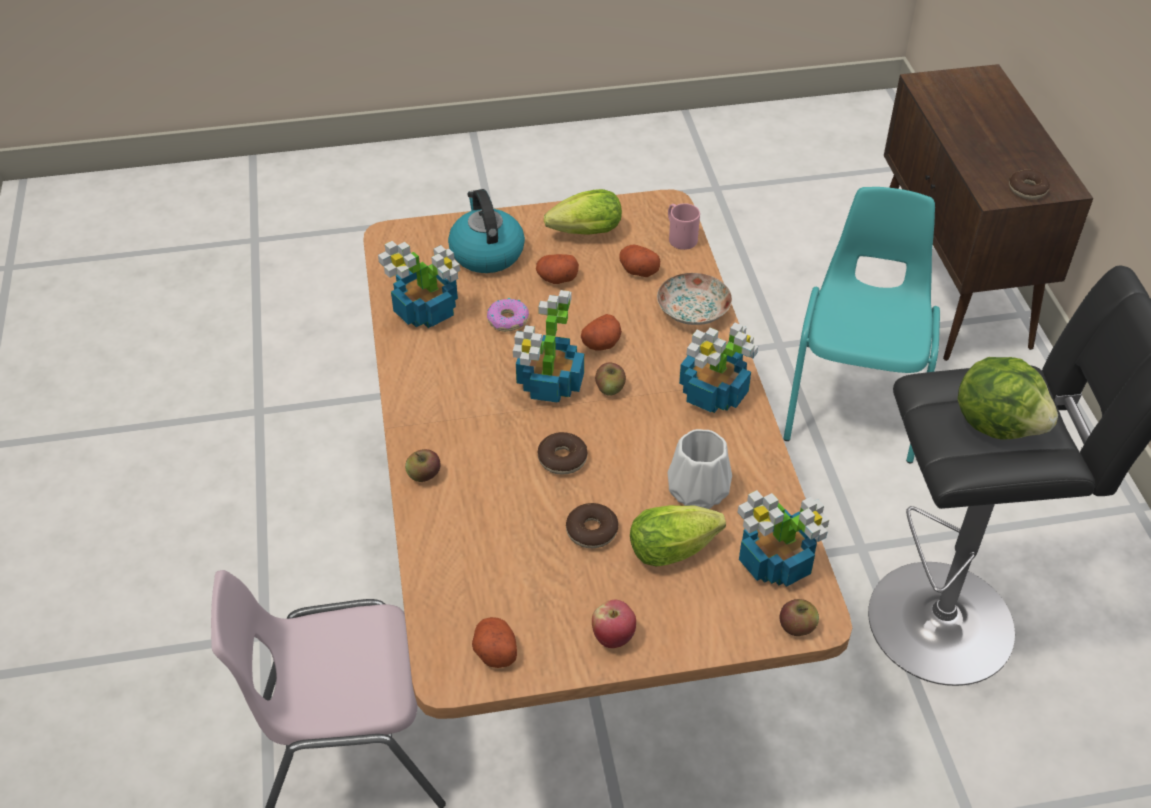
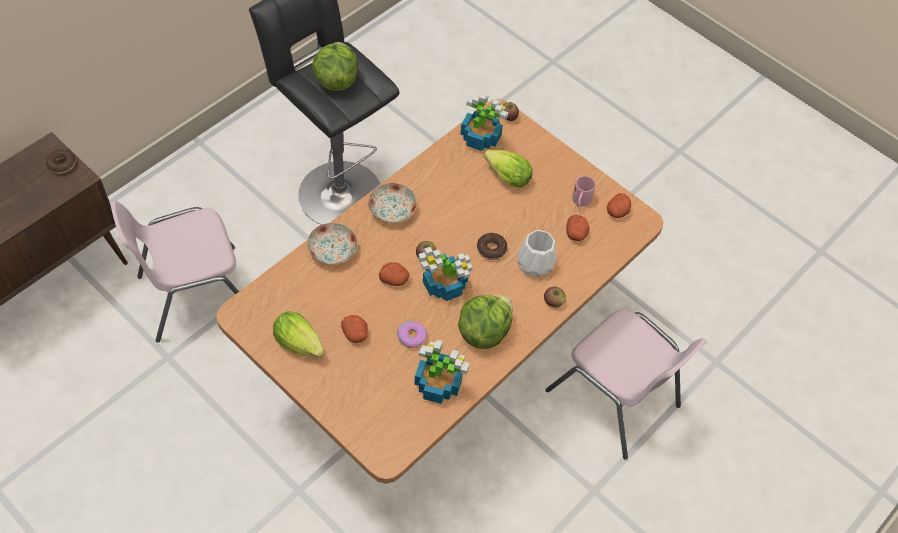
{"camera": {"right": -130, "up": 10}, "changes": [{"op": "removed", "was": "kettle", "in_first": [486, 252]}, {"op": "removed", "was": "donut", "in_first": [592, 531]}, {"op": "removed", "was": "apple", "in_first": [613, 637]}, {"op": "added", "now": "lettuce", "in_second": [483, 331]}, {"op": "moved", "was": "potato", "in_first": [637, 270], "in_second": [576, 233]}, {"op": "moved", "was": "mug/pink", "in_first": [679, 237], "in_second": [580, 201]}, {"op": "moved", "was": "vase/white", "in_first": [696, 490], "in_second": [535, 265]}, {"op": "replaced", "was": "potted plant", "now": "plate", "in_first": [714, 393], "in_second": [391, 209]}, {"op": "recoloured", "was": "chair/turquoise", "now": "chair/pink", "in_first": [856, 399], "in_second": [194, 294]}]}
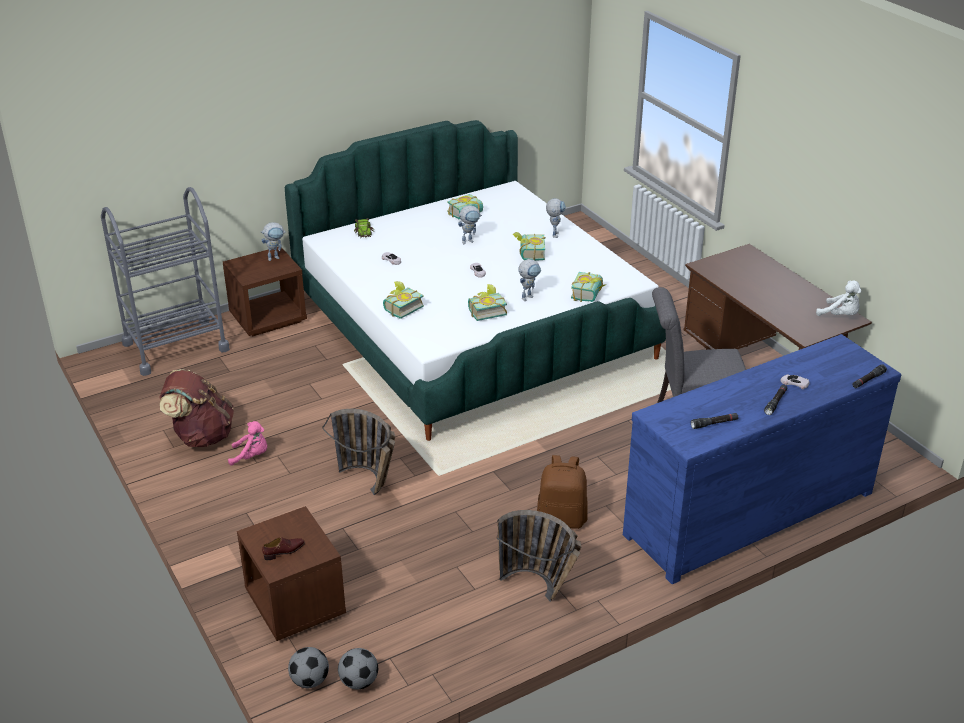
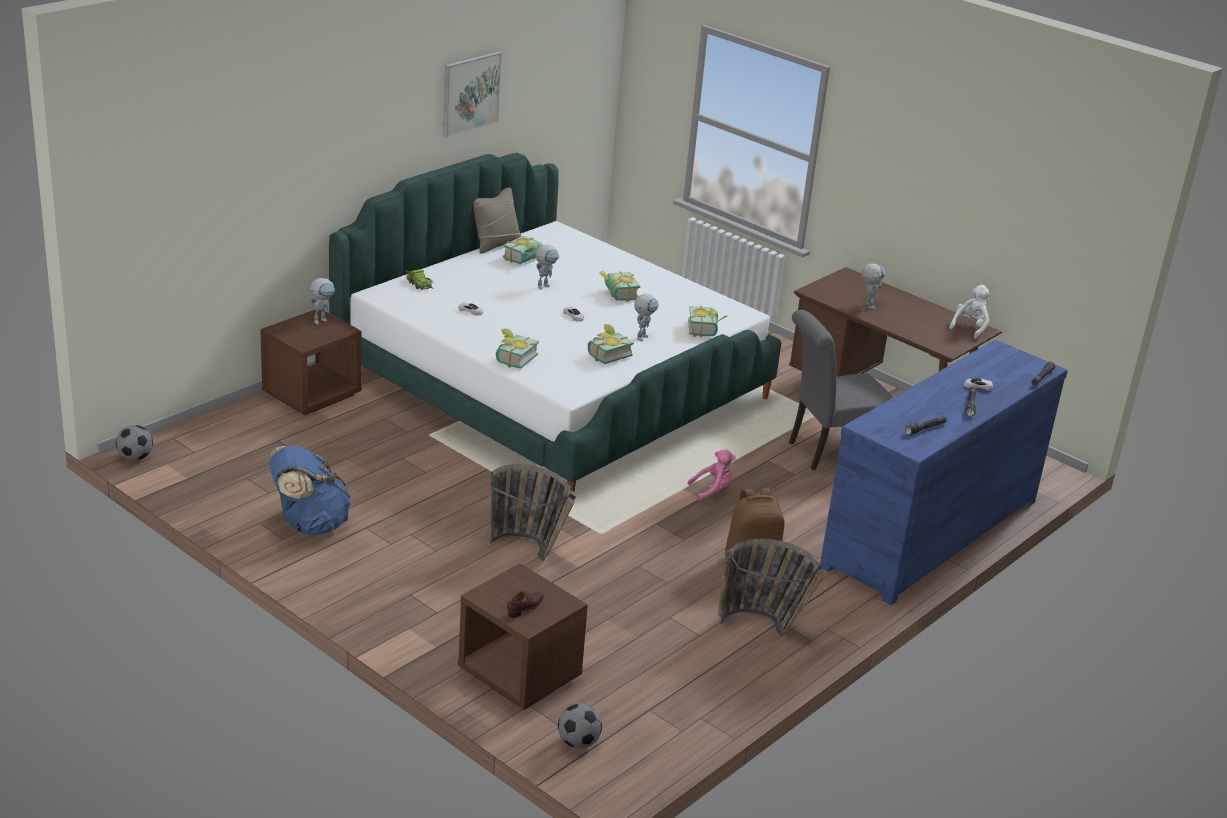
{"camera": {"right": -20, "up": -5}, "changes": [{"op": "removed", "was": "cart/grey", "in_first": [175, 346]}, {"op": "added", "now": "picture", "in_second": [470, 93]}, {"op": "added", "now": "pillow/beige", "in_second": [495, 243]}, {"op": "moved", "was": "plush toy/pink", "in_first": [251, 456], "in_second": [712, 491]}, {"op": "moved", "was": "football", "in_first": [359, 682], "in_second": [135, 458]}, {"op": "moved", "was": "toy robot", "in_first": [554, 233], "in_second": [867, 304]}, {"op": "recoloured", "was": "backpack/brown", "now": "backpack/blue", "in_first": [201, 436], "in_second": [309, 524]}, {"op": "turned", "was": "plush toy/white", "in_first": [840, 315], "in_second": [970, 327], "clockwise": -75}]}
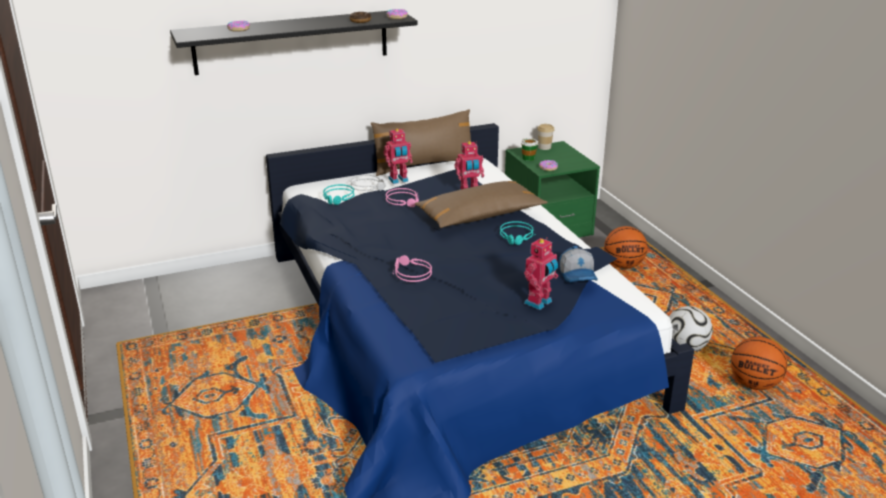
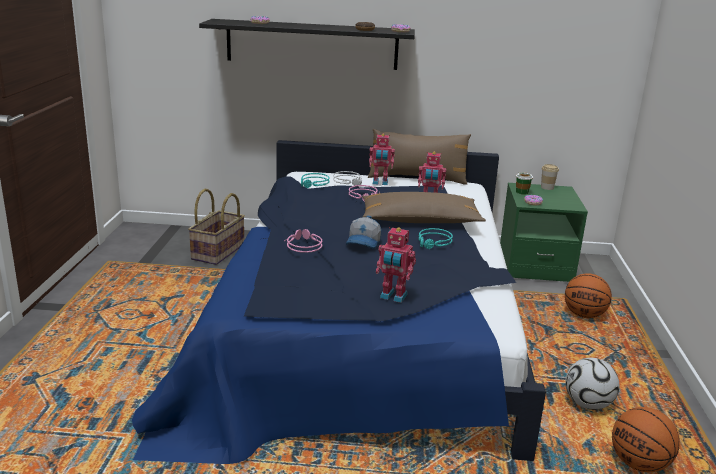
{"camera": {"right": 25, "up": -5}, "changes": [{"op": "added", "now": "basket", "in_second": [219, 252]}, {"op": "moved", "was": "cap", "in_first": [578, 275], "in_second": [364, 242]}, {"op": "turned", "was": "toy robot", "in_first": [539, 303], "in_second": [393, 297], "clockwise": 45}]}
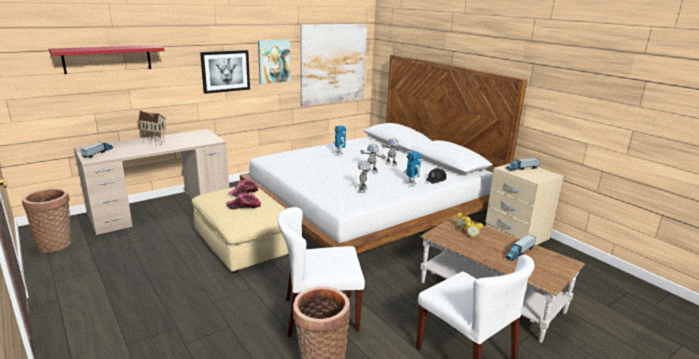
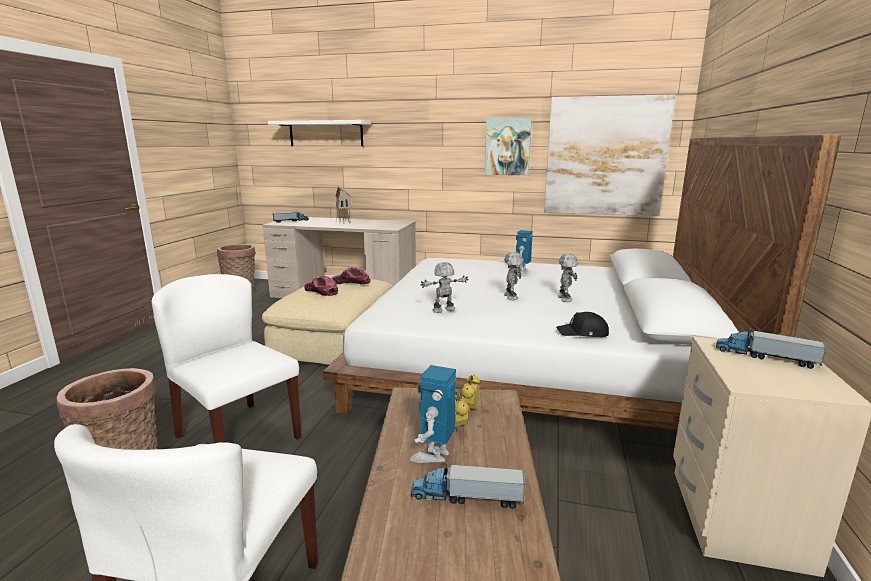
{"camera": {"right": 50, "up": -5}, "changes": [{"op": "removed", "was": "picture", "in_first": [225, 71]}, {"op": "moved", "was": "toy robot", "in_first": [410, 184], "in_second": [433, 454]}, {"op": "recoloured", "was": "shelf/red", "now": "shelf/white", "in_first": [107, 59], "in_second": [326, 133]}]}
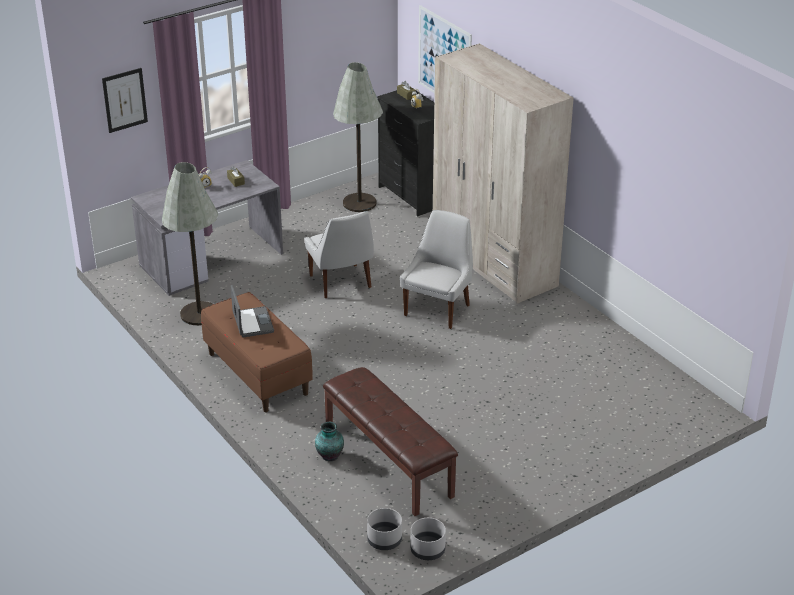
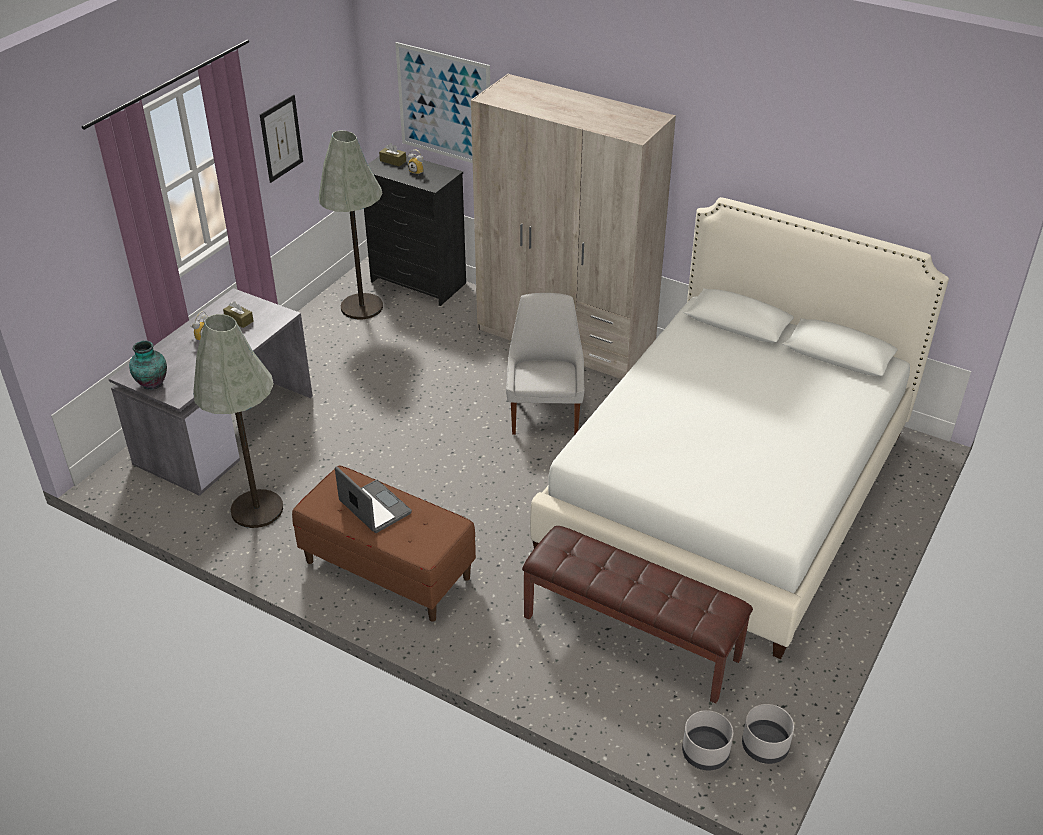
{"camera": {"right": -25, "up": 5}, "changes": [{"op": "removed", "was": "chair/white", "in_first": [341, 283]}, {"op": "added", "now": "bed/white", "in_second": [729, 490]}, {"op": "moved", "was": "picture", "in_first": [124, 100], "in_second": [281, 138]}, {"op": "moved", "was": "vase", "in_first": [329, 455], "in_second": [152, 383]}]}
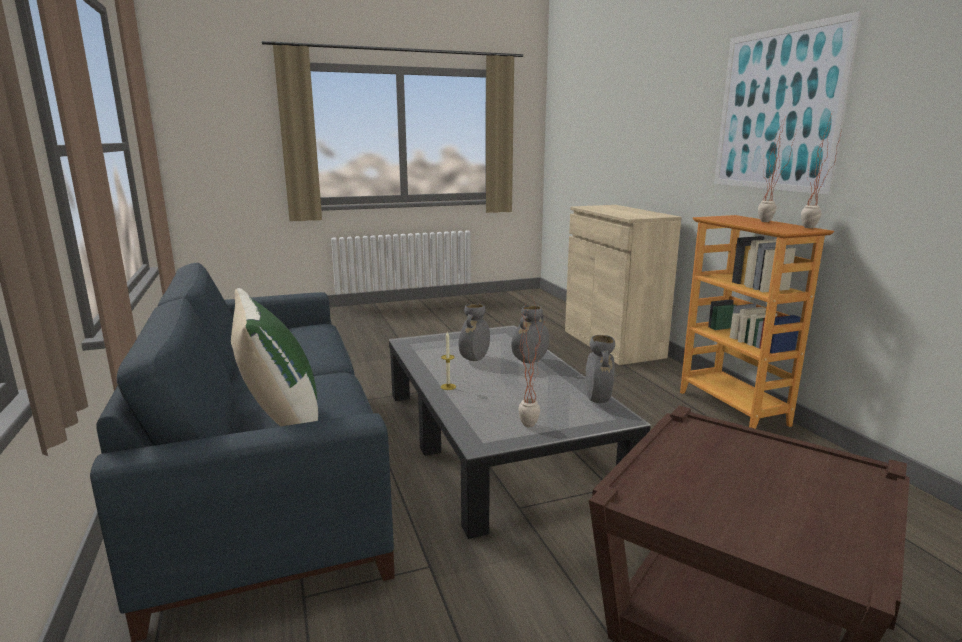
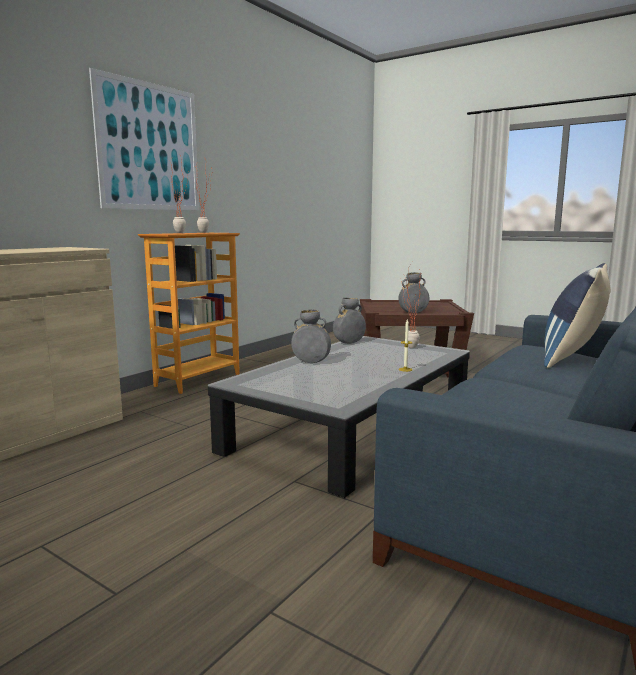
{"camera": {"right": -125, "up": -5}, "changes": [{"op": "moved", "was": "vase/grey", "in_first": [474, 359], "in_second": [413, 313]}, {"op": "recoloured", "was": "pillow/green", "now": "pillow/blue", "in_first": [280, 422], "in_second": [572, 358]}]}
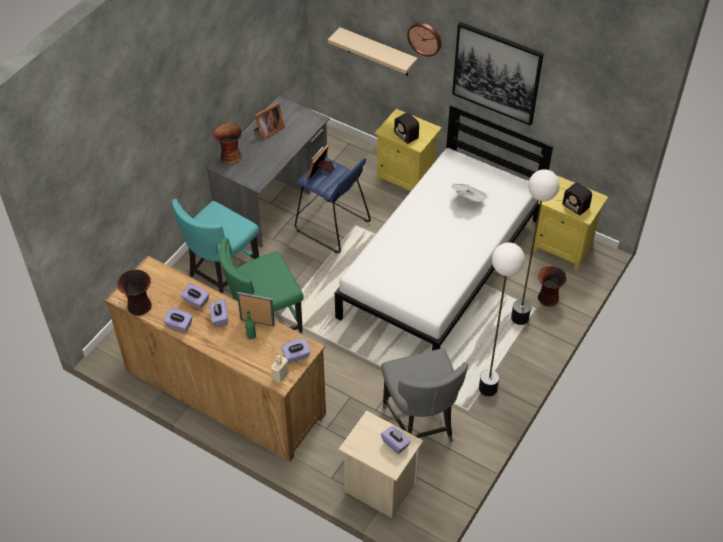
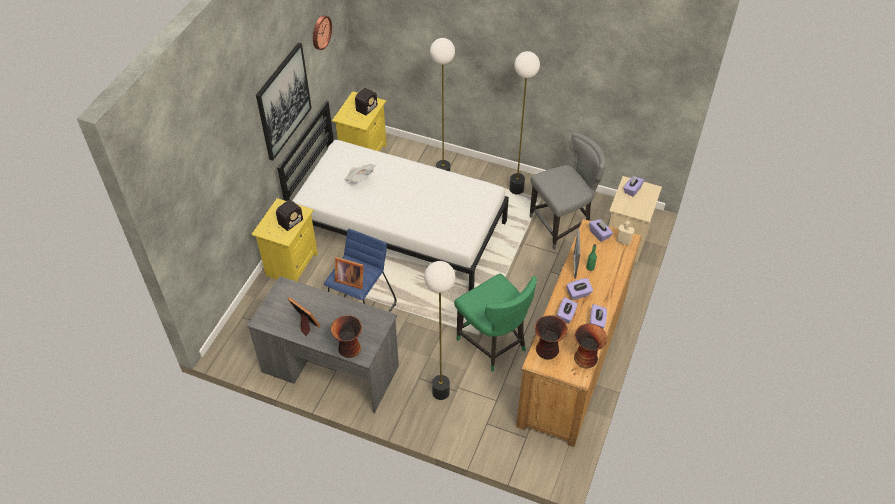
{"camera": {"right": -100, "up": 0}, "changes": [{"op": "removed", "was": "shelf/beige", "in_first": [378, 52]}, {"op": "moved", "was": "wall clock", "in_first": [425, 38], "in_second": [320, 32]}, {"op": "moved", "was": "vase", "in_first": [547, 298], "in_second": [548, 350]}, {"op": "replaced", "was": "chair/turquoise", "now": "floor lamp", "in_first": [221, 275], "in_second": [441, 392]}]}
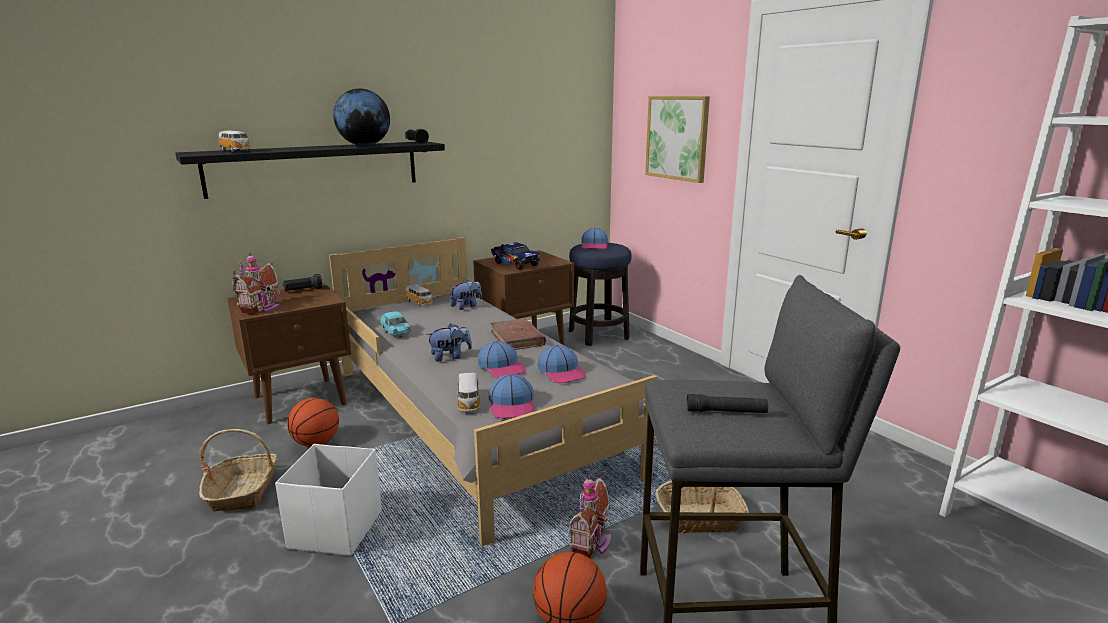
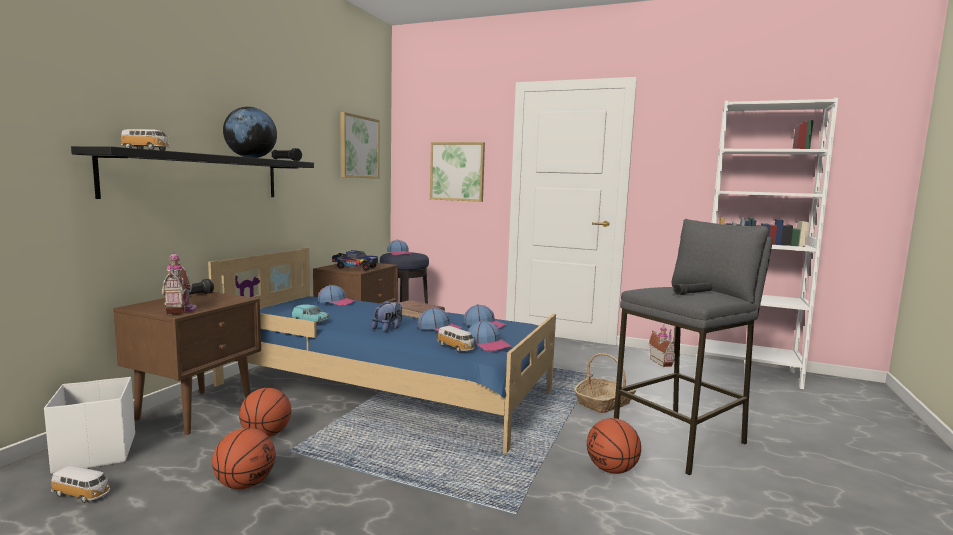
{"camera": {"right": -35, "up": -10}, "changes": [{"op": "added", "now": "picture", "in_second": [359, 147]}, {"op": "moved", "was": "storage box/white", "in_first": [335, 530], "in_second": [95, 453]}, {"op": "moved", "was": "toy car", "in_first": [419, 302], "in_second": [82, 494]}, {"op": "moved", "was": "toy house", "in_first": [593, 542], "in_second": [662, 362]}, {"op": "replaced", "was": "basket", "now": "basketball", "in_first": [243, 491], "in_second": [245, 484]}, {"op": "replaced", "was": "plush toy", "now": "cap", "in_first": [466, 306], "in_second": [337, 302]}, {"op": "recoloured", "was": "bed/grey", "now": "bed/blue", "in_first": [476, 418], "in_second": [387, 388]}]}
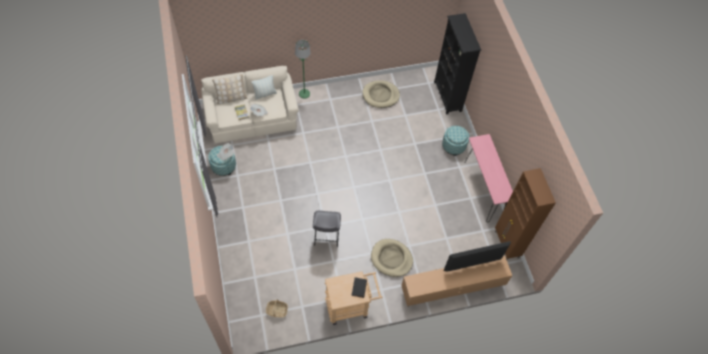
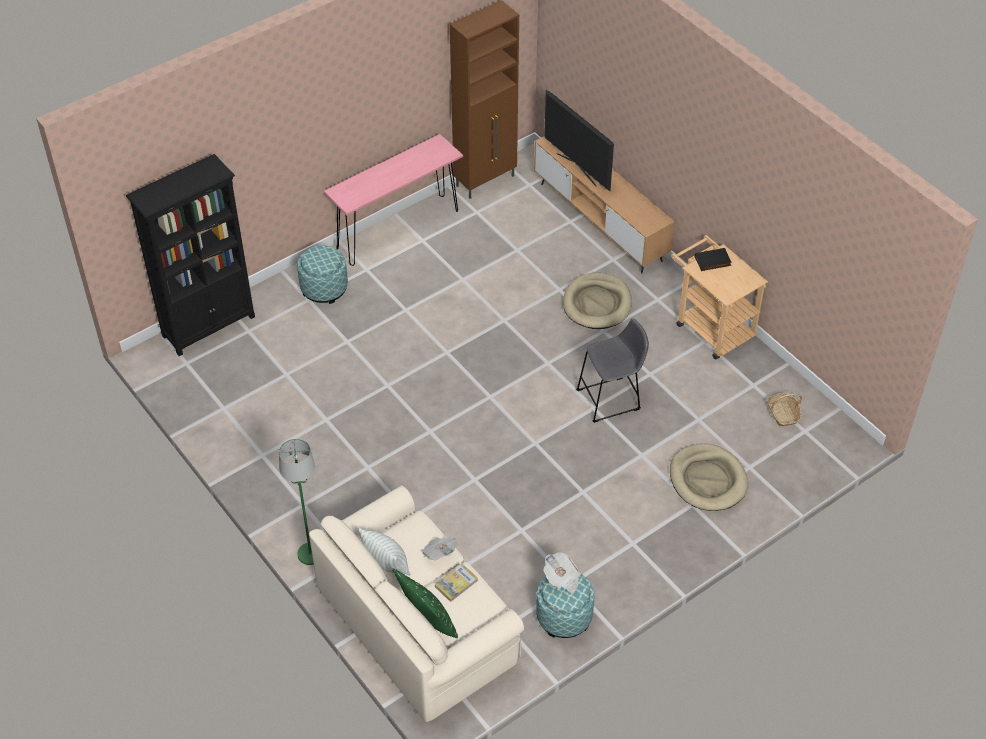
{"camera": {"right": -110, "up": -10}, "changes": [{"op": "moved", "was": "dog bed/beige", "in_first": [380, 95], "in_second": [708, 480]}, {"op": "recoloured", "was": "pillow/beige", "now": "pillow/green", "in_first": [231, 98], "in_second": [427, 619]}]}
